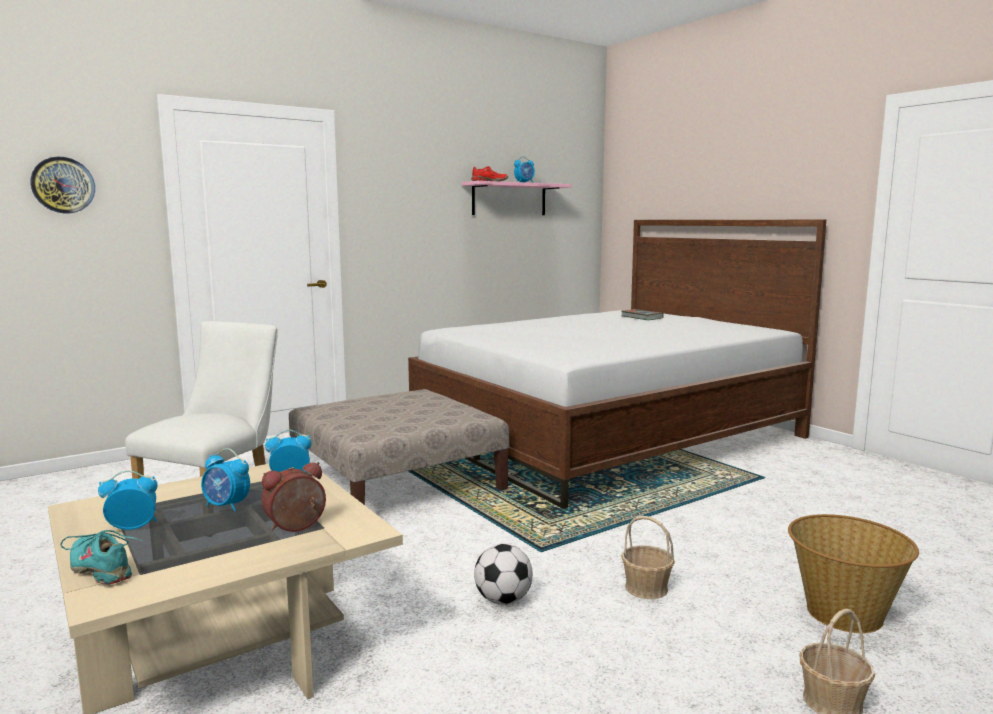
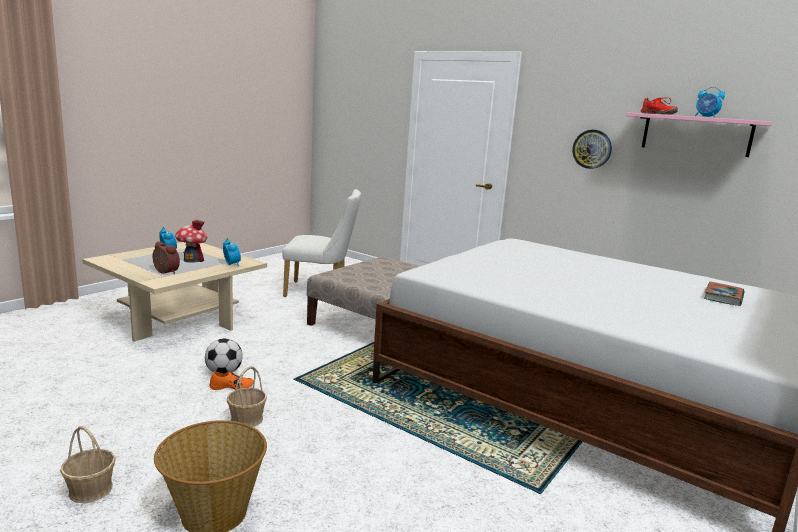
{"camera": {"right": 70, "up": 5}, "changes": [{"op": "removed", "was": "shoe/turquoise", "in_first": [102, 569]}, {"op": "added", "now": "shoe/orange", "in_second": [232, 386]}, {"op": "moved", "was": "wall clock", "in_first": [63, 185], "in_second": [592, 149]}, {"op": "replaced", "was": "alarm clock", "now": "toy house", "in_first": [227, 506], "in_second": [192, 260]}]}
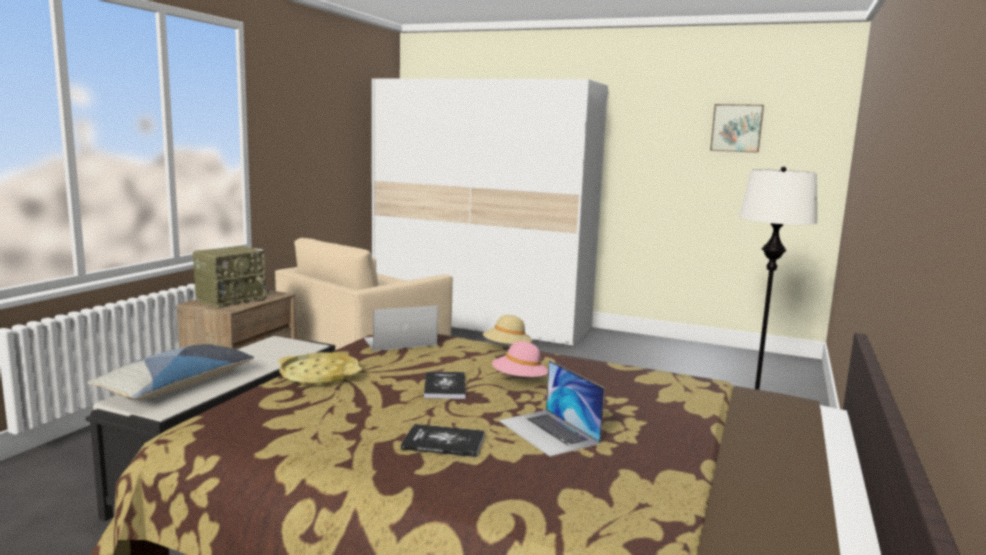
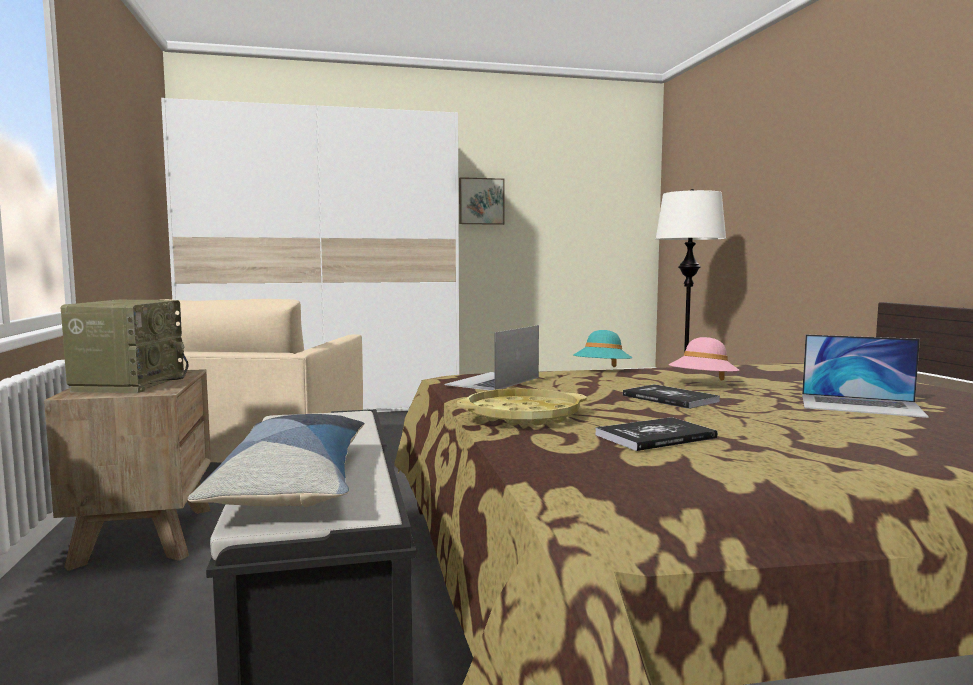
{"camera": {"right": -35, "up": -5}, "changes": [{"op": "moved", "was": "book", "in_first": [443, 442], "in_second": [655, 436]}, {"op": "moved", "was": "picture", "in_first": [736, 128], "in_second": [481, 201]}, {"op": "recoloured", "was": "hat/beige", "now": "hat/turquoise", "in_first": [506, 349], "in_second": [602, 371]}]}
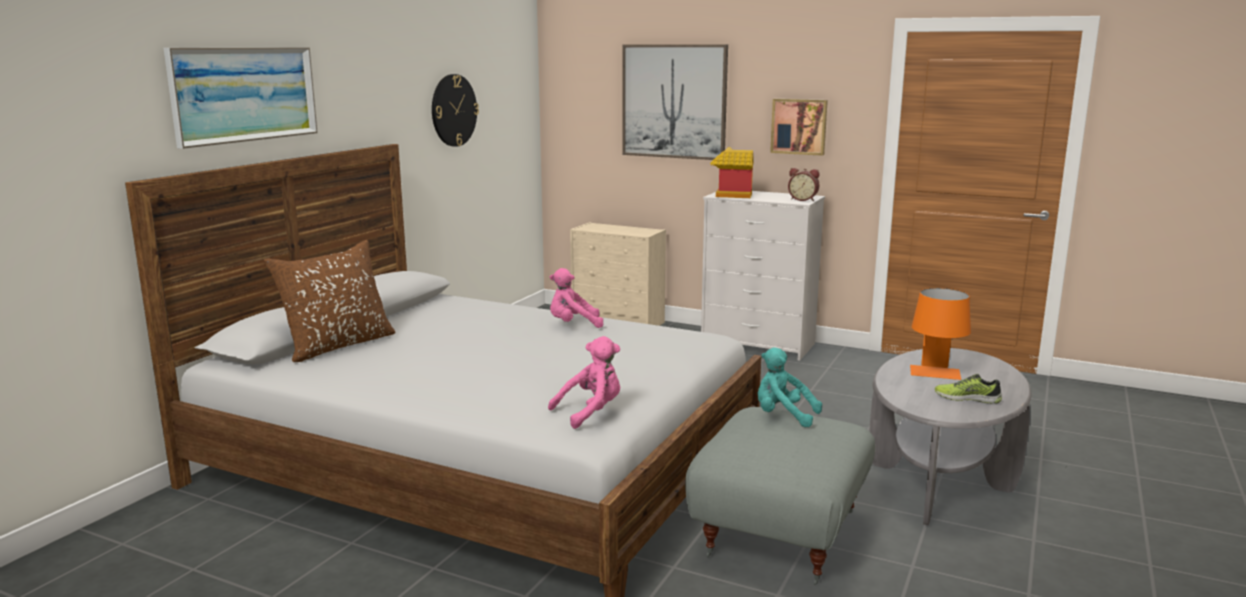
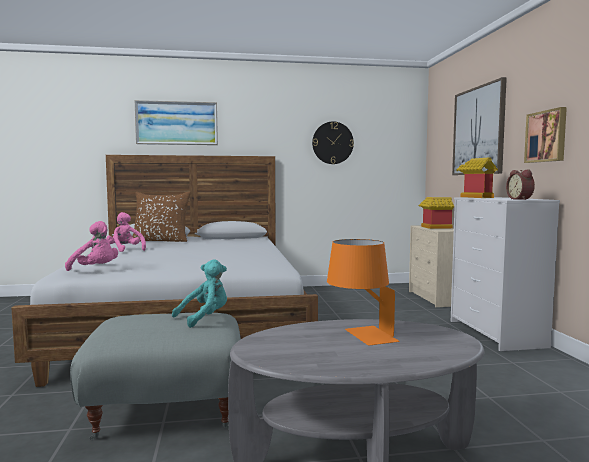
{"camera": {"right": 55, "up": -10}, "changes": [{"op": "removed", "was": "shoe", "in_first": [967, 398]}, {"op": "added", "now": "toy house", "in_second": [434, 227]}, {"op": "moved", "was": "plush toy/pink", "in_first": [573, 325], "in_second": [125, 250]}, {"op": "turned", "was": "plush toy/turquoise", "in_first": [783, 416], "in_second": [205, 318], "clockwise": 60}]}
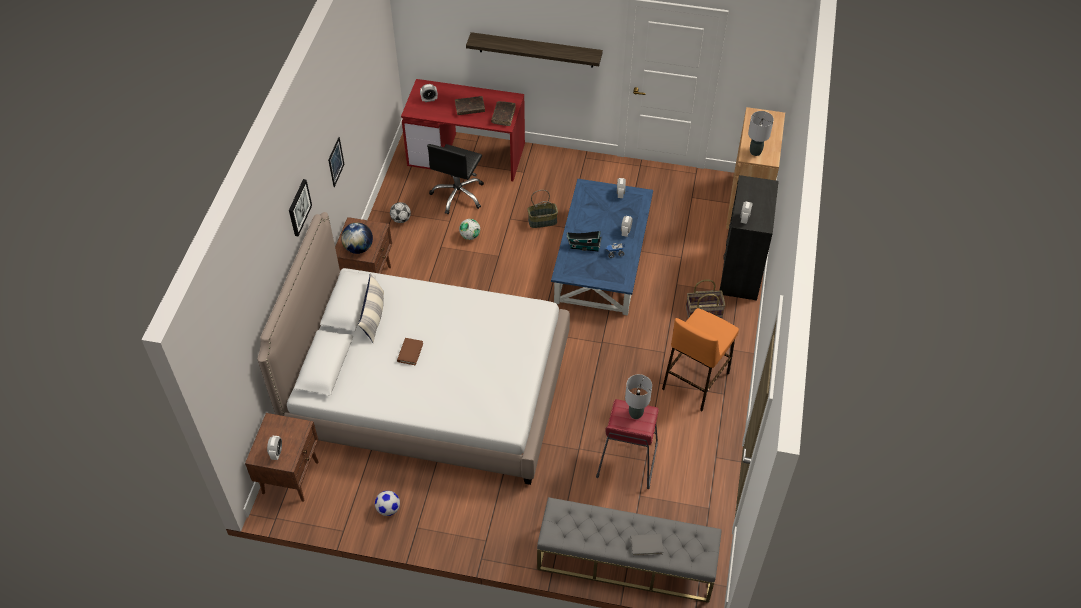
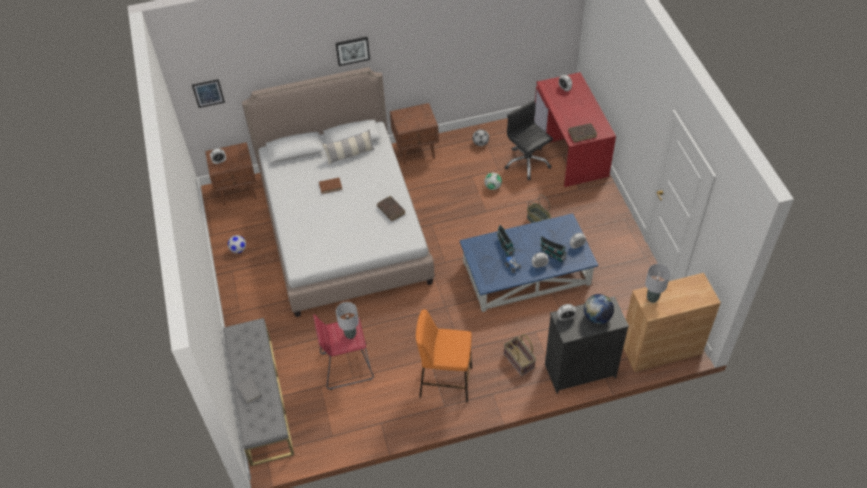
{"camera": {"right": 65, "up": 0}, "changes": [{"op": "removed", "was": "shelf", "in_first": [536, 50]}, {"op": "added", "now": "toy house", "in_second": [552, 253]}, {"op": "moved", "was": "picture", "in_first": [336, 162], "in_second": [208, 93]}, {"op": "moved", "was": "globe", "in_first": [358, 248], "in_second": [597, 317]}, {"op": "moved", "was": "book/brown", "in_first": [470, 108], "in_second": [391, 210]}, {"op": "turned", "was": "office chair/black", "in_first": [458, 195], "in_second": [527, 163], "clockwise": 60}]}
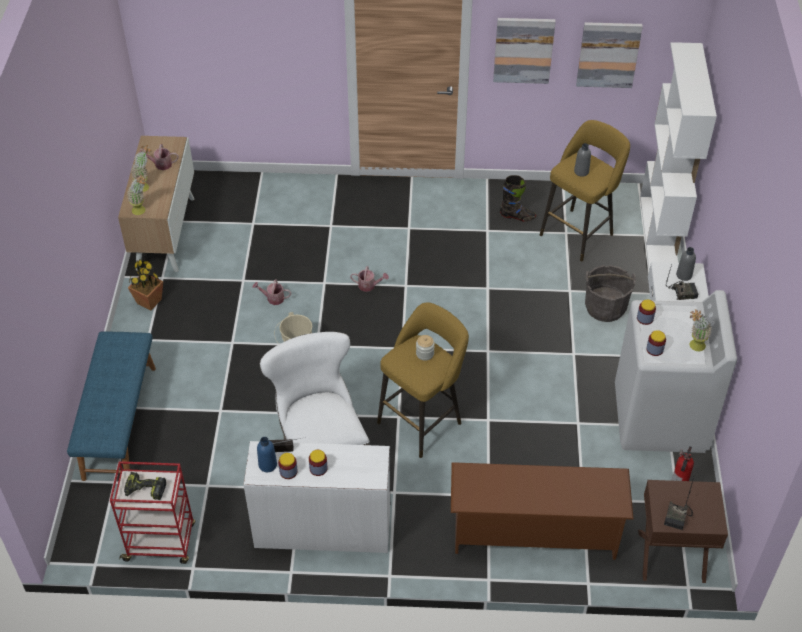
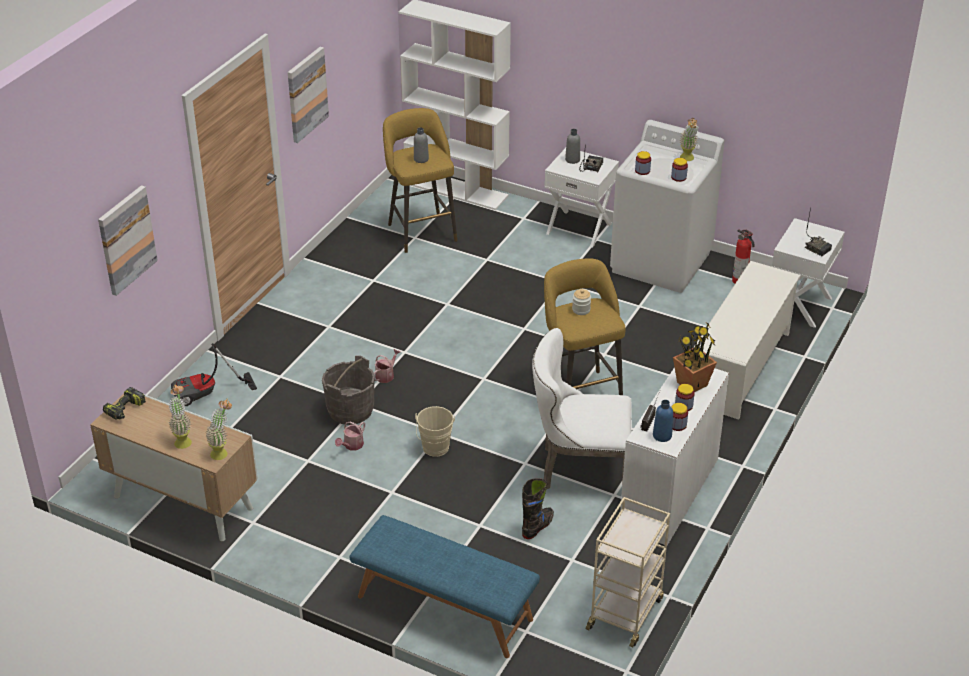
{"camera": {"right": -65, "up": -10}, "changes": [{"op": "removed", "was": "watering can", "in_first": [160, 164]}, {"op": "added", "now": "vacuum cleaner", "in_second": [207, 395]}, {"op": "moved", "was": "power drill", "in_first": [145, 490], "in_second": [125, 410]}, {"op": "moved", "was": "potted plant", "in_first": [149, 301], "in_second": [691, 384]}, {"op": "moved", "was": "boot/black", "in_first": [517, 216], "in_second": [537, 527]}, {"op": "moved", "was": "picture", "in_first": [608, 54], "in_second": [126, 240]}, {"op": "moved", "was": "bucket/grey", "in_first": [605, 307], "in_second": [350, 410]}, {"op": "recoloured", "was": "cart/red", "now": "cart/beige", "in_first": [161, 542], "in_second": [625, 612]}, {"op": "recoloured", "was": "shoe rack/brown", "now": "shoe rack/white", "in_first": [534, 532], "in_second": [740, 368]}, {"op": "recoloured", "was": "nightstand/brown", "now": "nightstand/white", "in_first": [671, 557], "in_second": [800, 306]}]}
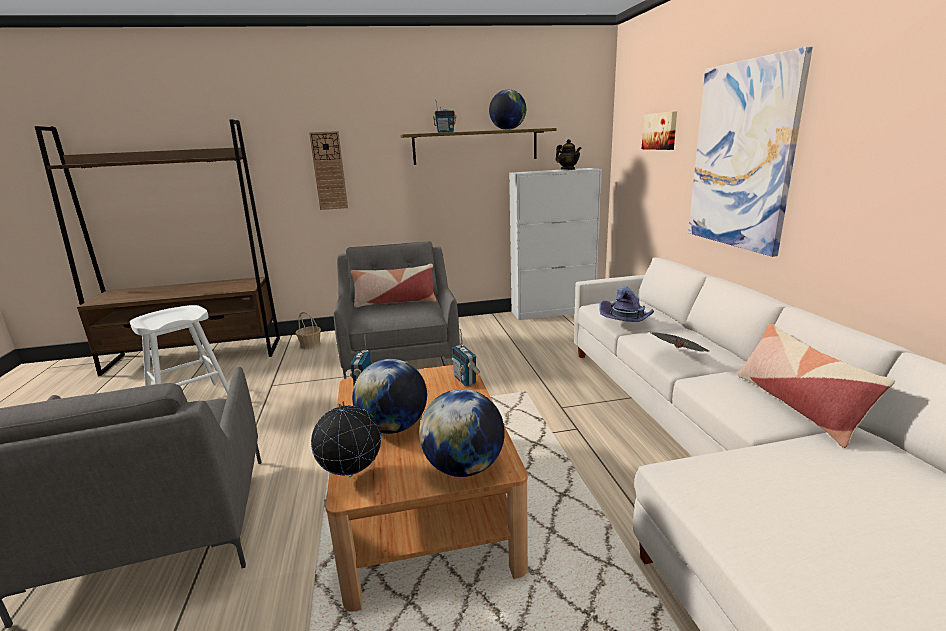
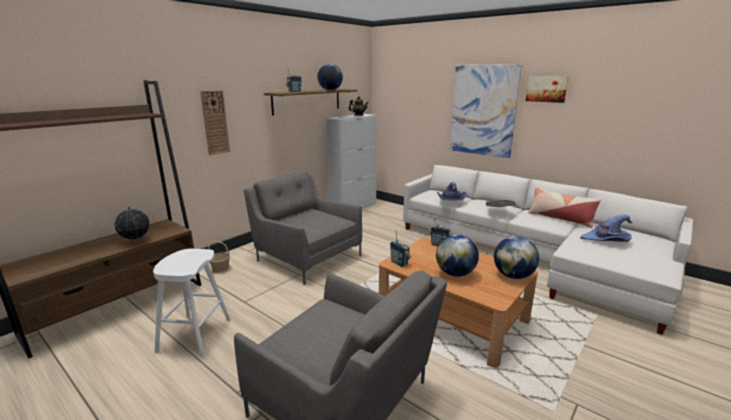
{"camera": {"right": -40, "up": 0}, "changes": [{"op": "removed", "was": "pillow", "in_first": [395, 302]}, {"op": "added", "now": "hat/purple", "in_second": [606, 240]}, {"op": "moved", "was": "globe", "in_first": [352, 476], "in_second": [136, 242]}, {"op": "moved", "was": "picture", "in_first": [660, 131], "in_second": [546, 89]}]}
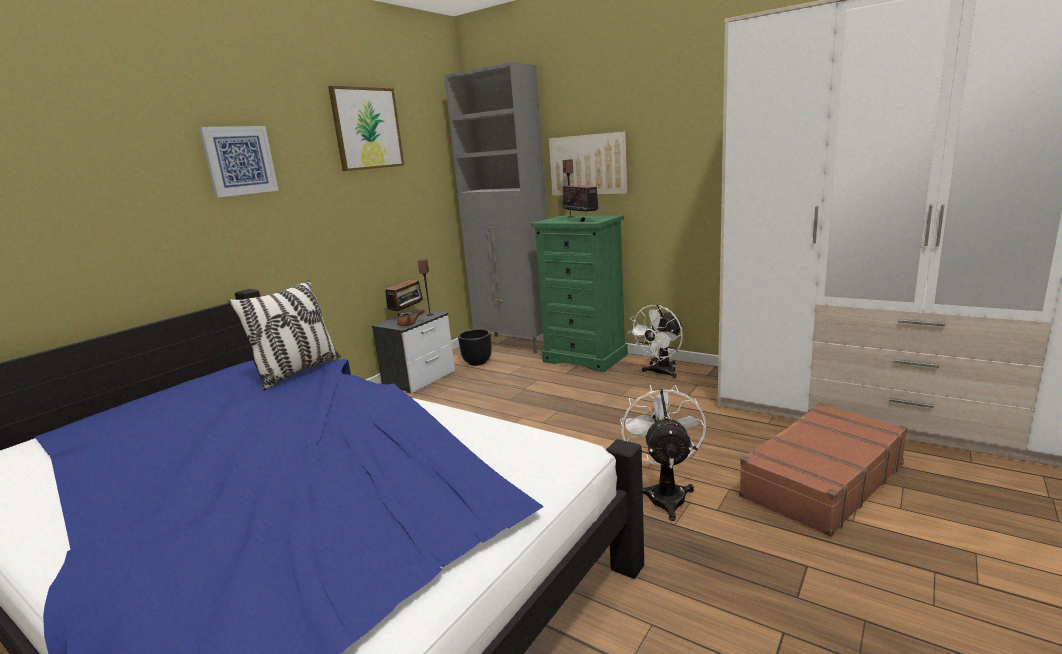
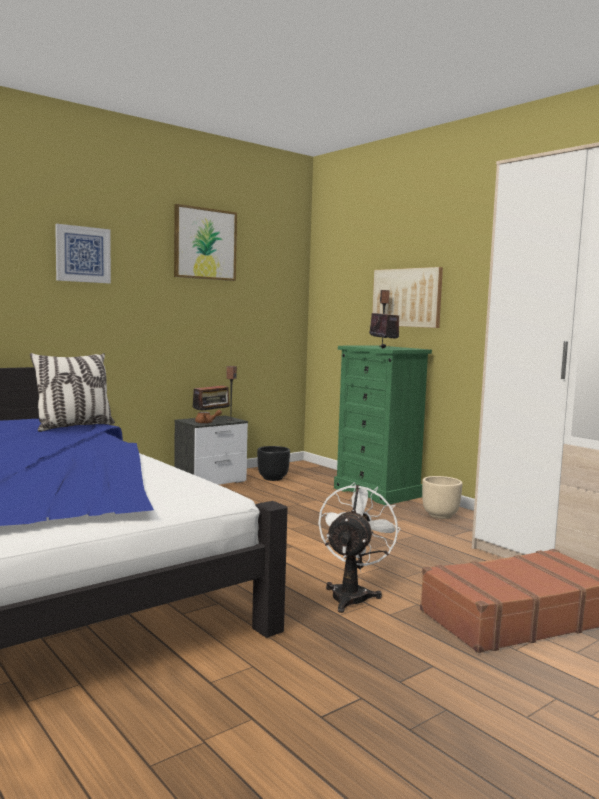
{"camera": {"right": 15, "up": -10}, "changes": [{"op": "removed", "was": "cabinet/grey", "in_first": [515, 344]}, {"op": "replaced", "was": "fan/white", "now": "planter/beige", "in_first": [660, 373], "in_second": [440, 515]}]}
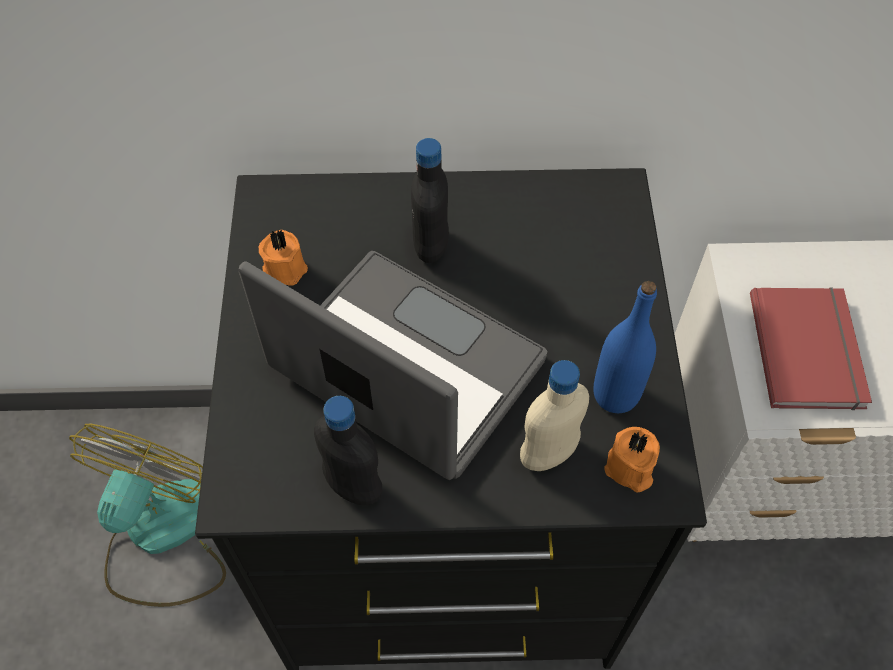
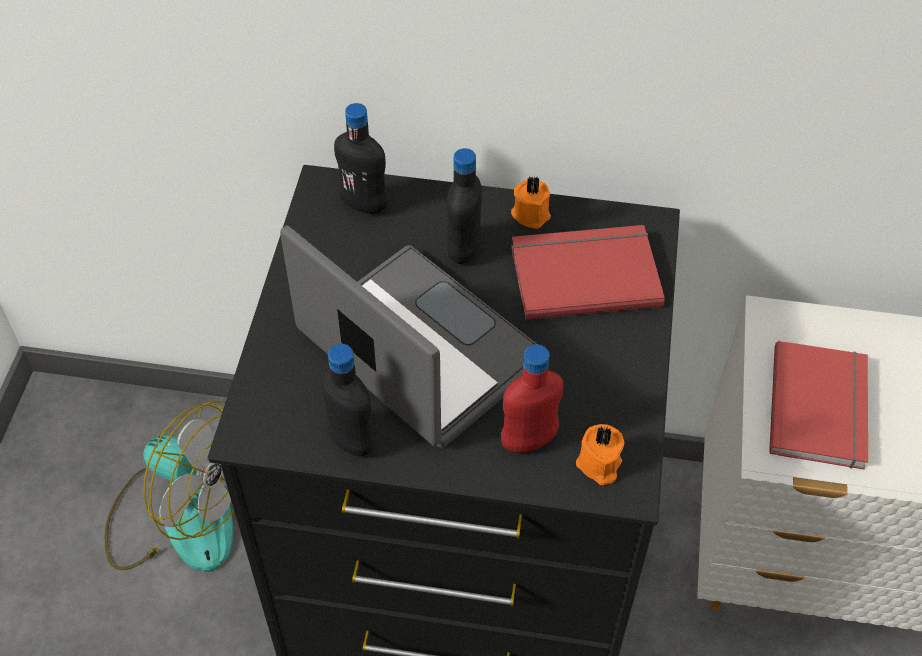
{"camera": {"right": 10, "up": -5}, "changes": [{"op": "removed", "was": "bottle/blue", "in_first": [615, 394]}, {"op": "added", "now": "bottle/black", "in_second": [364, 204]}, {"op": "added", "now": "book/red", "in_second": [583, 273]}, {"op": "moved", "was": "candle/orange", "in_first": [285, 267], "in_second": [531, 213]}, {"op": "recoloured", "was": "bottle/beige", "now": "bottle/red", "in_first": [548, 453], "in_second": [529, 440]}, {"op": "turned", "was": "fan", "in_first": [162, 536], "in_second": [181, 515], "clockwise": 90}]}
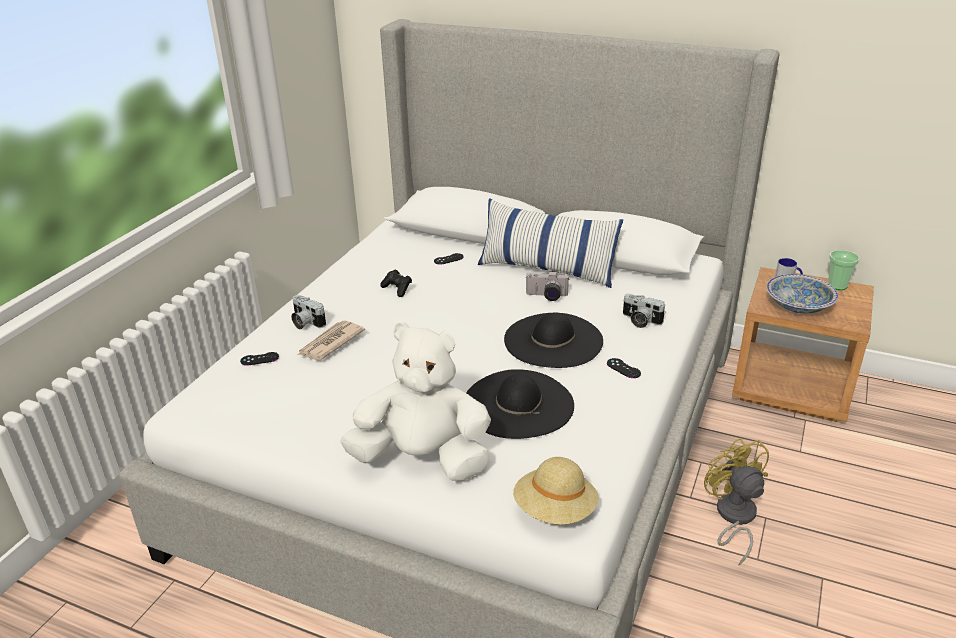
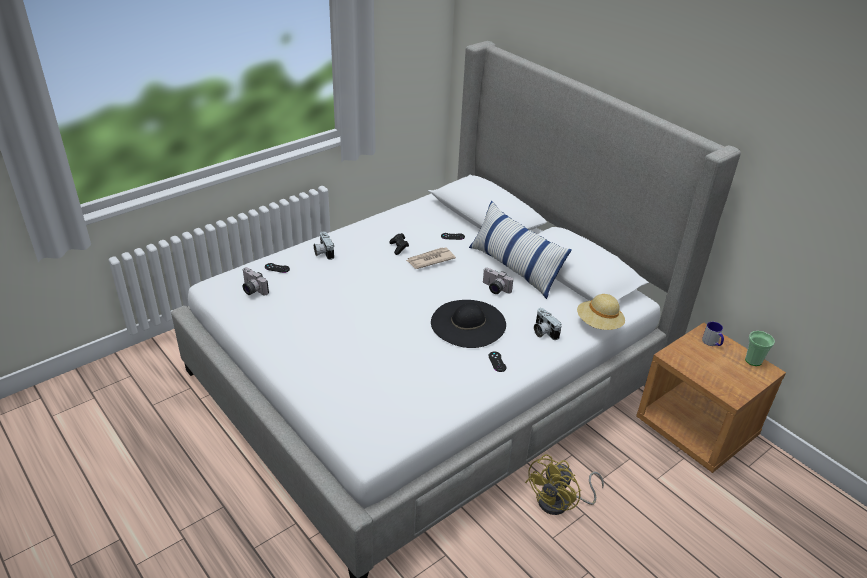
{"camera": {"right": 25, "up": 5}, "changes": [{"op": "removed", "was": "plush toy/white", "in_first": [423, 459]}, {"op": "removed", "was": "hat/black", "in_first": [518, 404]}, {"op": "removed", "was": "bowl", "in_first": [798, 306]}, {"op": "added", "now": "photo camera", "in_second": [252, 290]}, {"op": "moved", "was": "newspaper", "in_first": [330, 343], "in_second": [430, 260]}, {"op": "moved", "was": "hat/beige", "in_first": [555, 510], "in_second": [599, 324]}, {"op": "turned", "was": "fan/yellow", "in_first": [733, 517], "in_second": [560, 503], "clockwise": -150}]}
